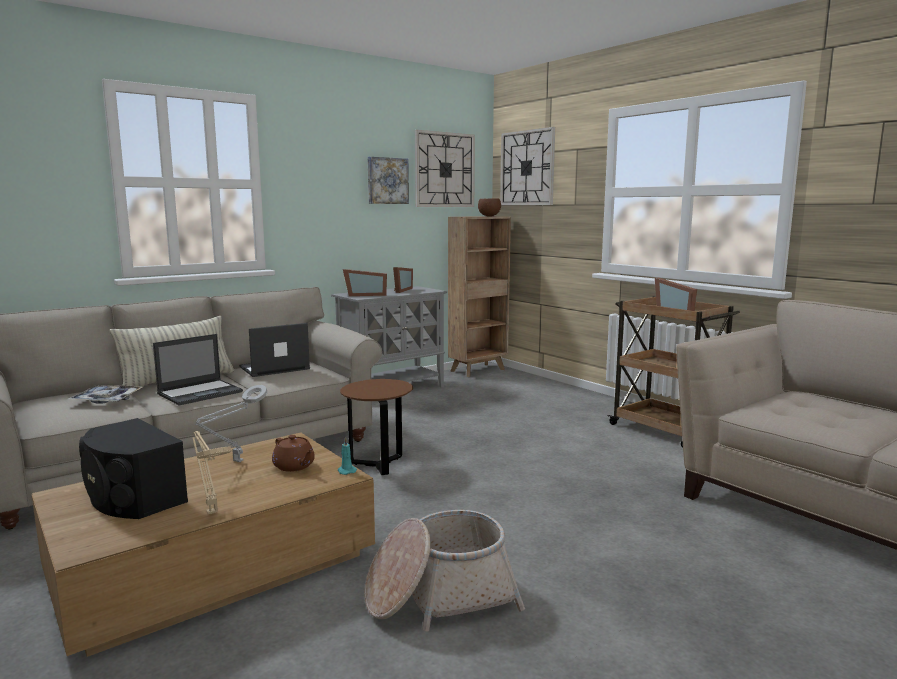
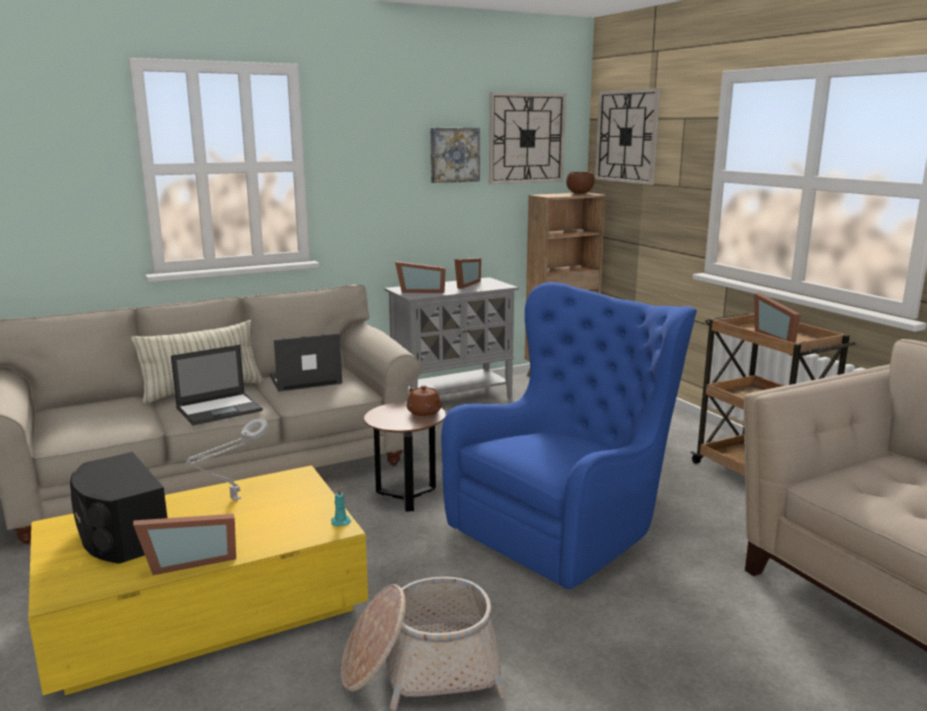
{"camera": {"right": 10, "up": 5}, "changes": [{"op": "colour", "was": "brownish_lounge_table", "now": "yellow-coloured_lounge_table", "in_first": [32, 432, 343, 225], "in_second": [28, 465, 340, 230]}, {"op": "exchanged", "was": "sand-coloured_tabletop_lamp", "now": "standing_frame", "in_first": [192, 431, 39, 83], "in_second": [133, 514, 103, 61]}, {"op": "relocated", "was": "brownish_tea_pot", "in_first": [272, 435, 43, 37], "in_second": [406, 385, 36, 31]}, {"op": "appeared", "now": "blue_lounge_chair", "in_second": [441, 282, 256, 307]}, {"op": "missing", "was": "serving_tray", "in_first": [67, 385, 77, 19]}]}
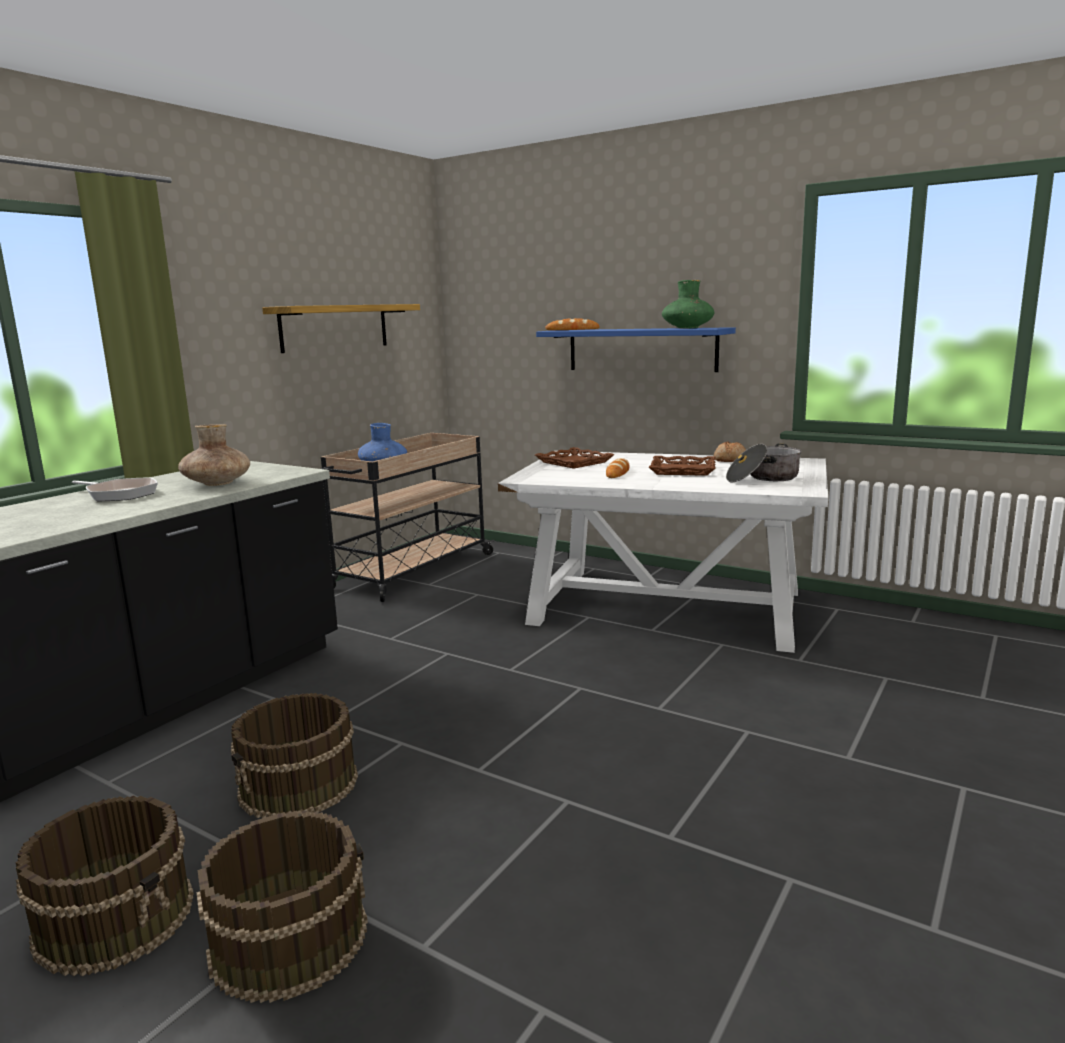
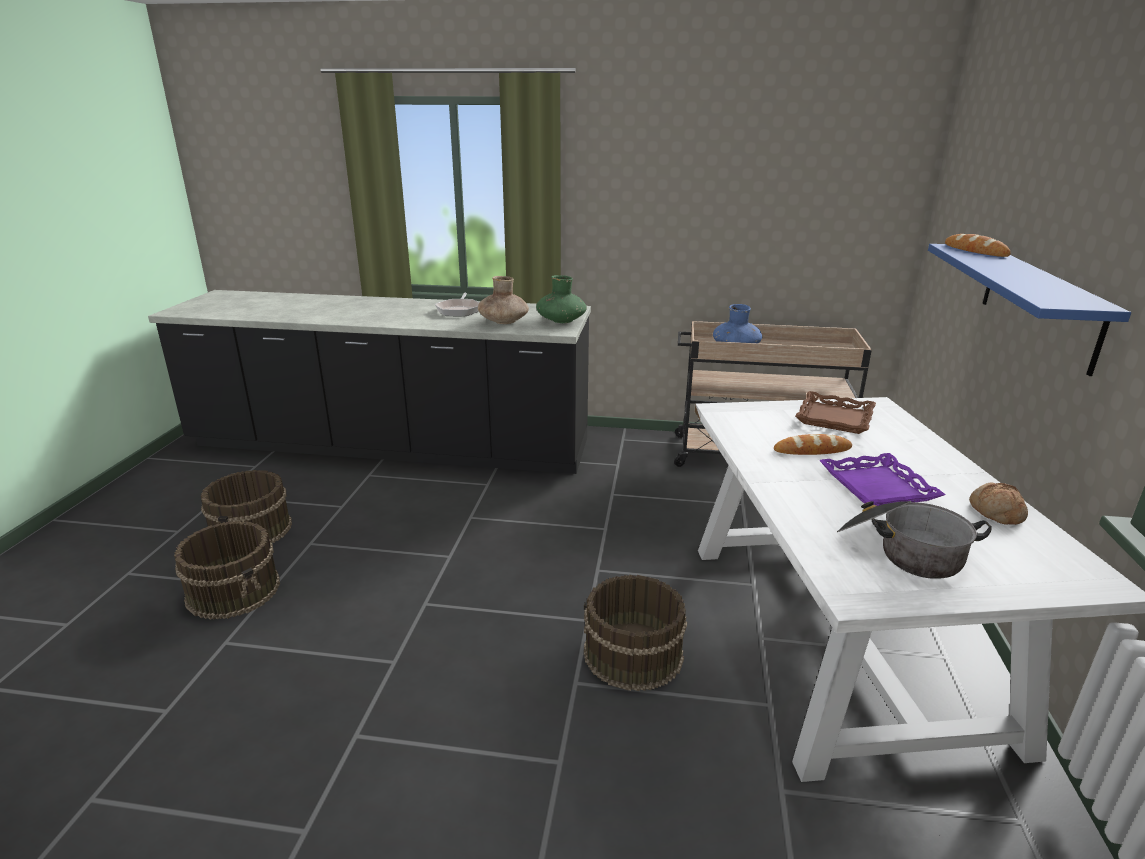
{"camera": {"right": 65, "up": 10}, "changes": [{"op": "relocated", "was": "green_decorative_vase", "in_first": [662, 280, 52, 49], "in_second": [536, 275, 51, 48]}, {"op": "relocated", "was": "brownish_bucket", "in_first": [231, 693, 127, 125], "in_second": [584, 575, 103, 116]}, {"op": "colour", "was": "brownish_serving_tray", "now": "purple-coloured_serving_tray", "in_first": [649, 456, 67, 20], "in_second": [819, 453, 127, 53]}, {"op": "missing", "was": "shelf", "in_first": [262, 304, 158, 49]}]}
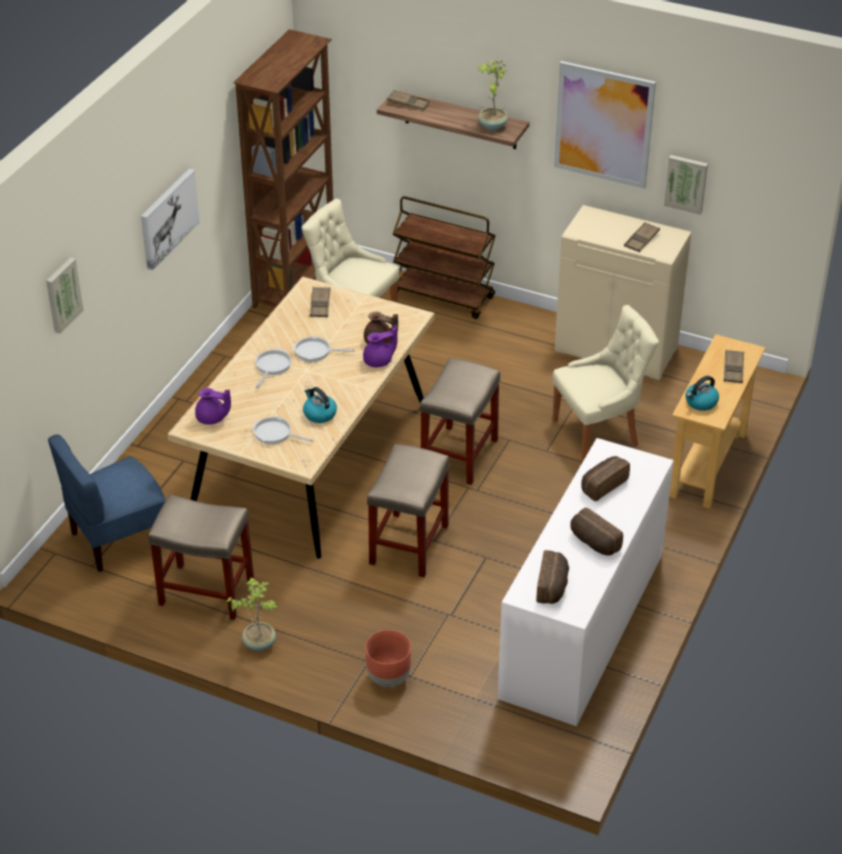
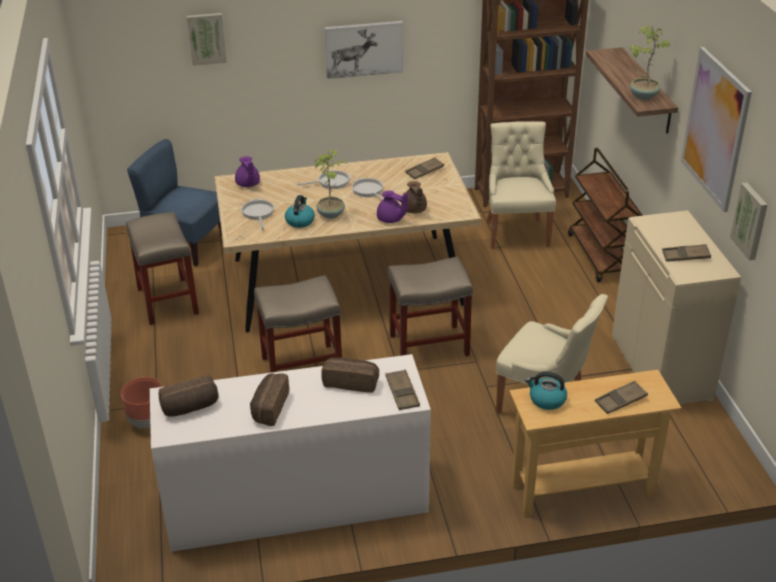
{"camera": {"right": 55, "up": -5}, "changes": [{"op": "relocated", "was": "potted_plant", "in_first": [226, 578, 52, 73], "in_second": [314, 150, 34, 69]}, {"op": "relocated", "was": "brownish_serving_tray", "in_first": [387, 90, 43, 21], "in_second": [385, 369, 35, 41]}]}
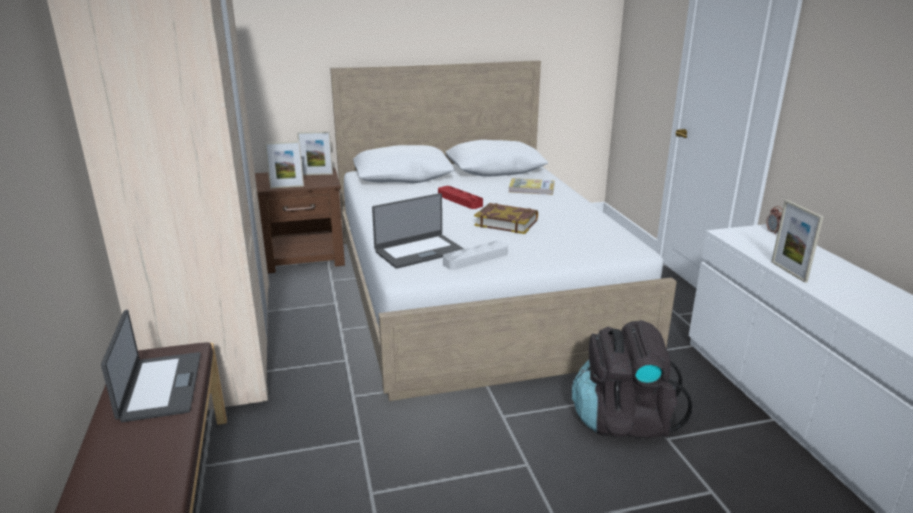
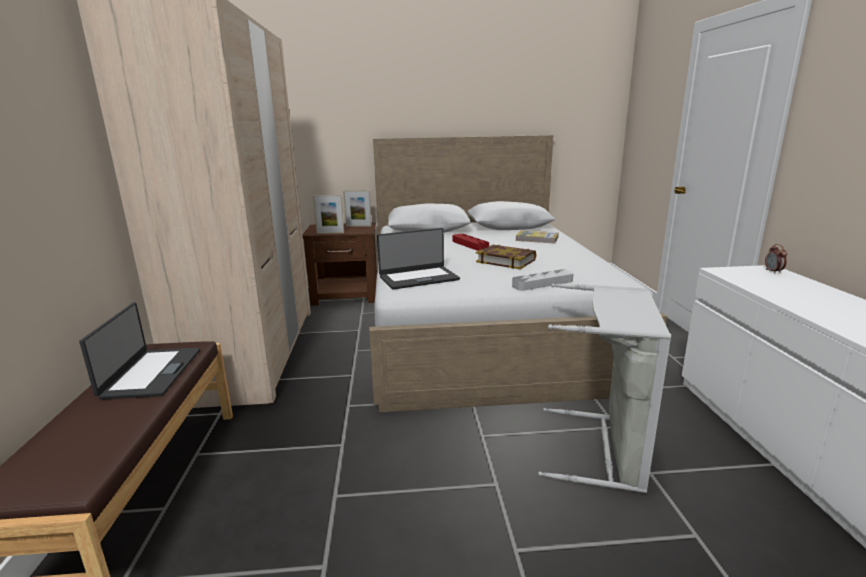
{"camera": {"right": 10, "up": -5}, "changes": [{"op": "relocated", "was": "grey_serving_tray", "in_first": [443, 241, 65, 29], "in_second": [512, 269, 61, 22]}, {"op": "exchanged", "was": "black_knapsack", "now": "grey_hamper", "in_first": [572, 320, 120, 118], "in_second": [538, 284, 133, 209]}, {"op": "missing", "was": "standing_frame", "in_first": [771, 200, 52, 83]}]}
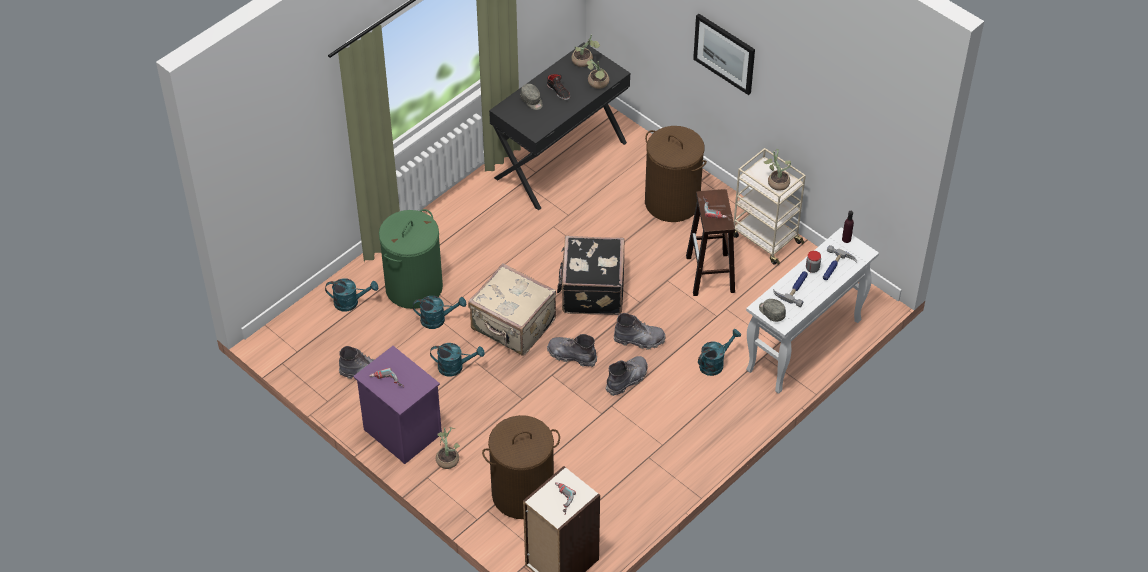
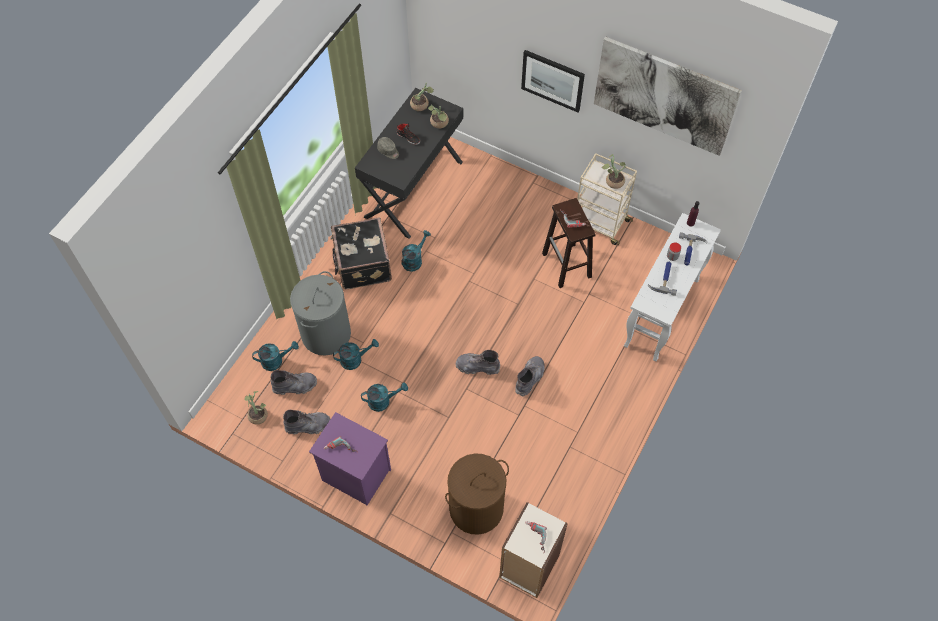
{"camera": {"right": -15, "up": 10}, "changes": [{"op": "relocated", "was": "potted_plant", "in_first": [436, 427, 24, 42], "in_second": [244, 391, 24, 34]}, {"op": "relocated", "was": "grey_tall_boot", "in_first": [614, 313, 52, 36], "in_second": [270, 370, 47, 25]}, {"op": "colour", "was": "green_hamper", "now": "grey_hamper", "in_first": [379, 209, 64, 100], "in_second": [290, 271, 61, 85]}, {"op": "relocated", "was": "black_travel_case", "in_first": [557, 236, 67, 79], "in_second": [331, 217, 61, 72]}, {"op": "relocated", "was": "blue-green_sprinkling_can", "in_first": [698, 329, 43, 47], "in_second": [401, 230, 30, 42]}, {"op": "appeared", "now": "wall_picture", "in_second": [594, 37, 148, 119]}, {"op": "missing", "was": "sand-coloured_travel_case", "in_first": [468, 263, 88, 93]}, {"op": "missing", "was": "brownish_hamper", "in_first": [645, 126, 62, 96]}, {"op": "missing", "was": "grey_peaked_cap", "in_first": [759, 299, 27, 23]}]}
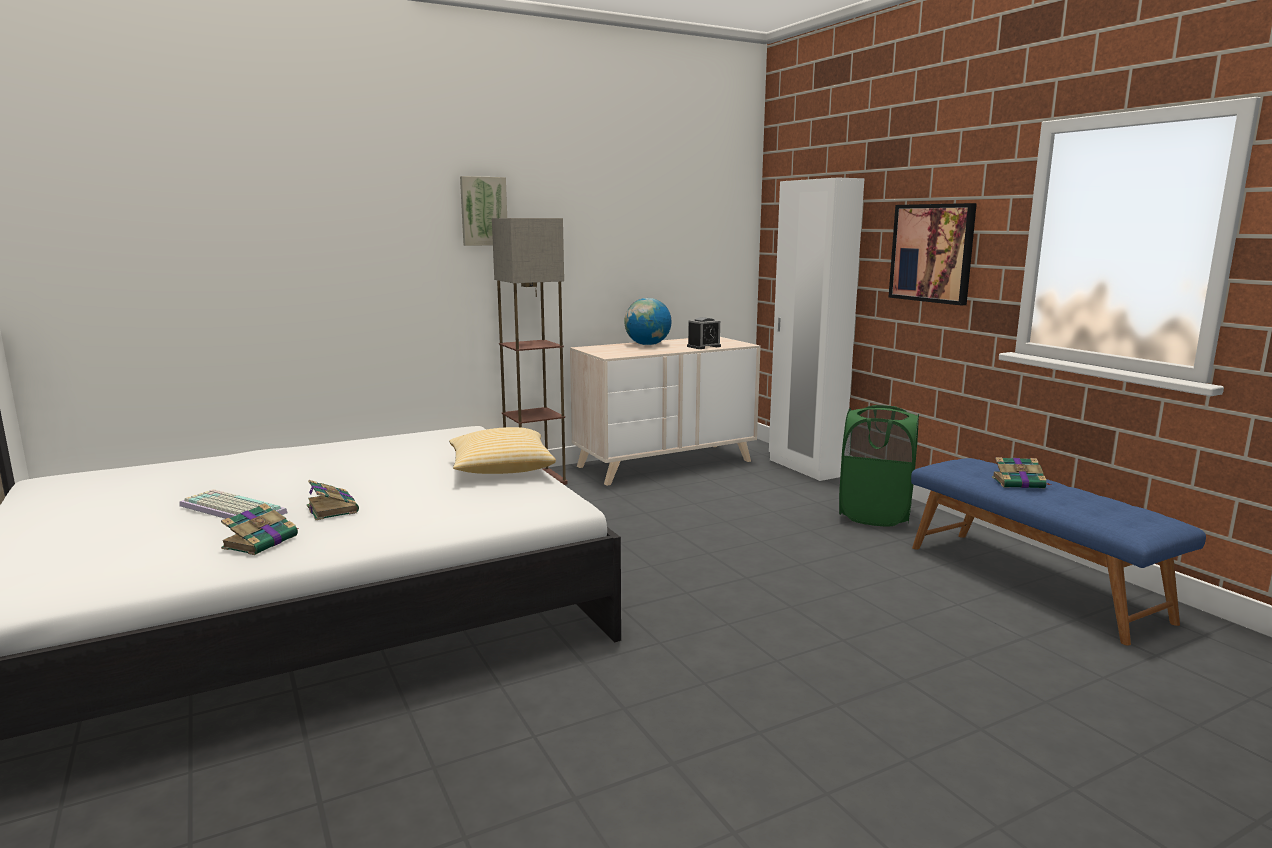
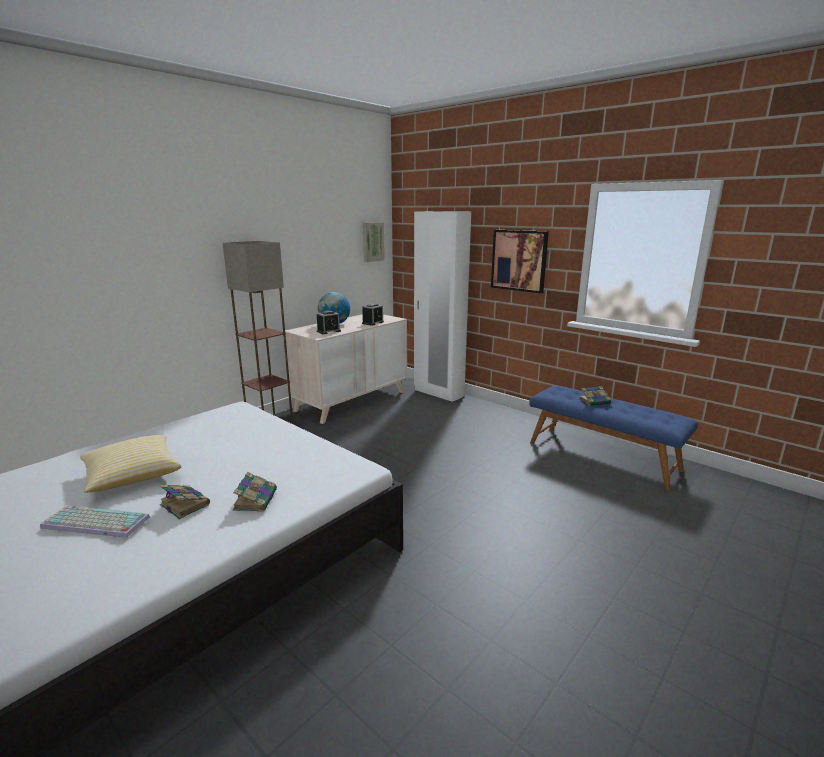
{"camera": {"right": -20, "up": 5}, "changes": [{"op": "relocated", "was": "cushion", "in_first": [449, 427, 107, 47], "in_second": [80, 435, 101, 58]}, {"op": "relocated", "was": "bound_book", "in_first": [221, 503, 78, 52], "in_second": [233, 472, 44, 40]}, {"op": "appeared", "now": "table_clock", "in_second": [317, 311, 24, 23]}, {"op": "relocated", "was": "wall_picture", "in_first": [460, 176, 47, 70], "in_second": [363, 222, 22, 40]}, {"op": "missing", "was": "green_hamper", "in_first": [839, 405, 80, 121]}]}
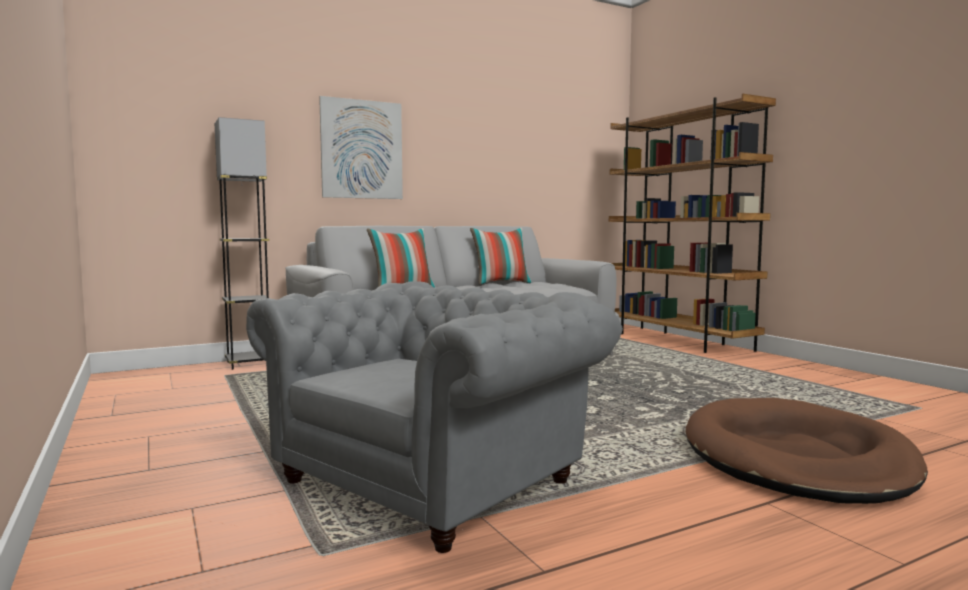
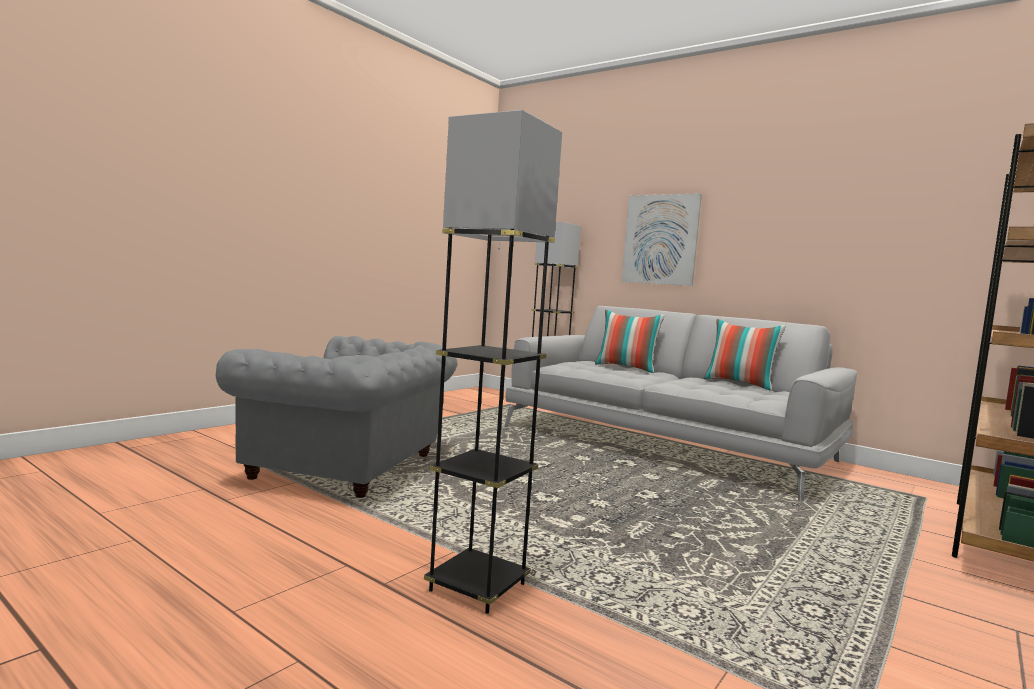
{"camera": {"right": 65, "up": 0}, "changes": [{"op": "exchanged", "was": "brownish_pet_bed", "now": "grey_standing_lamp", "in_first": [686, 398, 242, 106], "in_second": [424, 110, 138, 504]}]}
